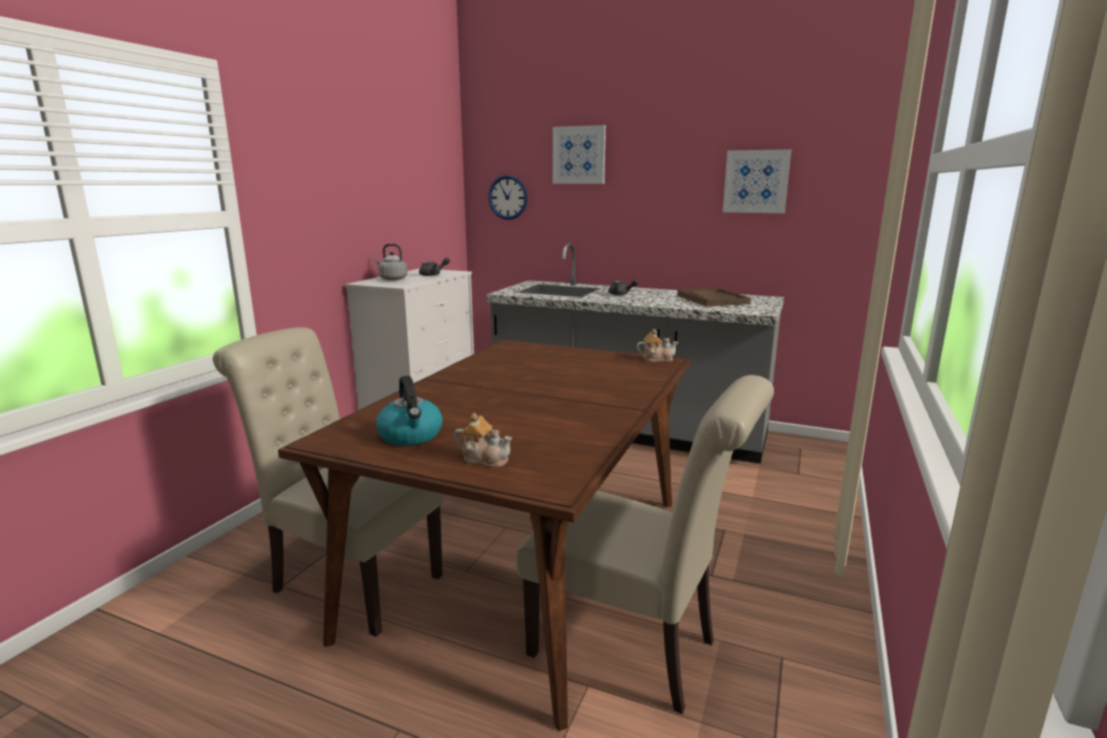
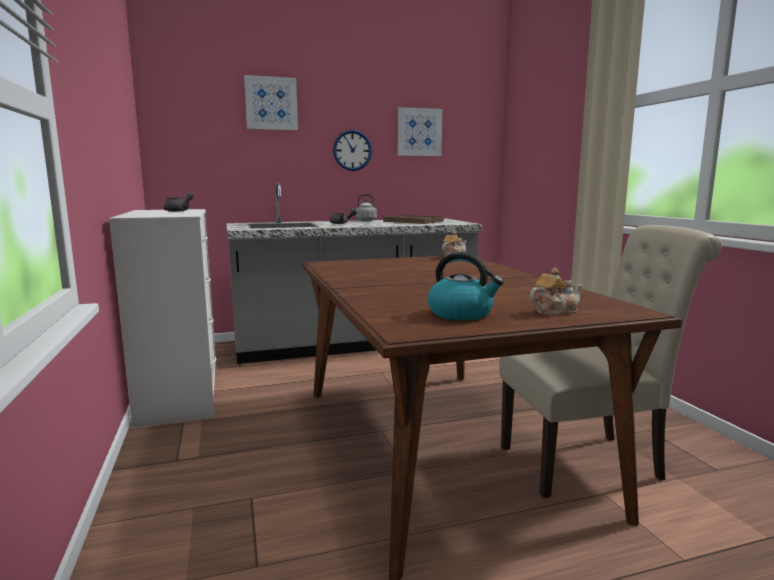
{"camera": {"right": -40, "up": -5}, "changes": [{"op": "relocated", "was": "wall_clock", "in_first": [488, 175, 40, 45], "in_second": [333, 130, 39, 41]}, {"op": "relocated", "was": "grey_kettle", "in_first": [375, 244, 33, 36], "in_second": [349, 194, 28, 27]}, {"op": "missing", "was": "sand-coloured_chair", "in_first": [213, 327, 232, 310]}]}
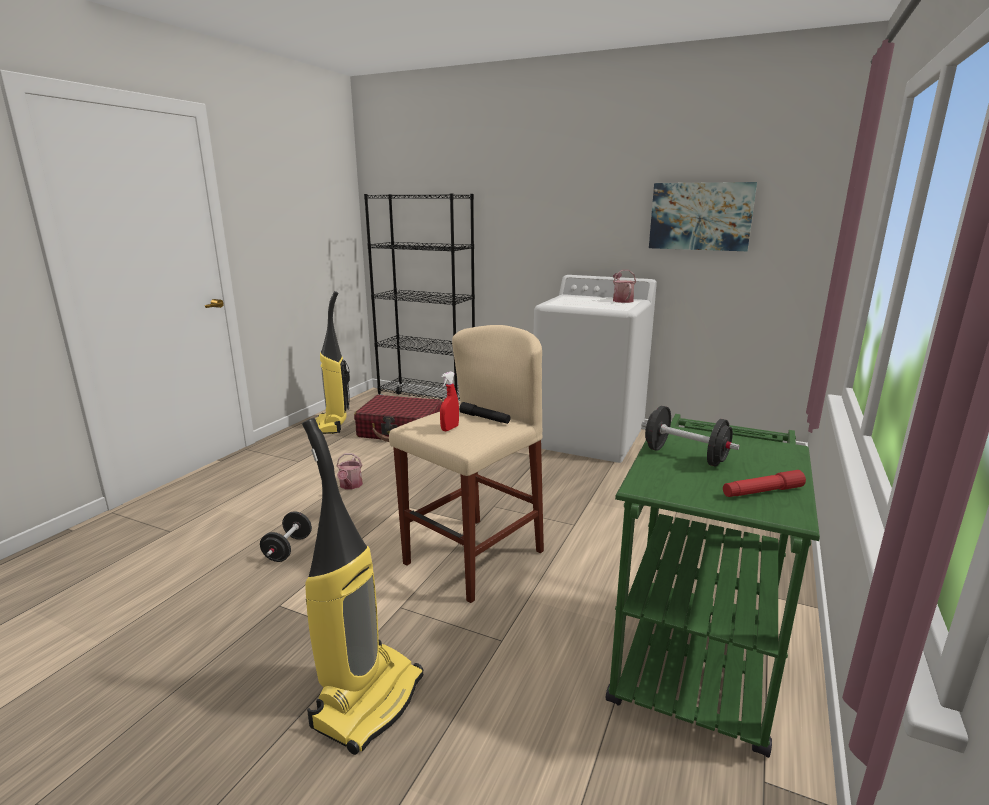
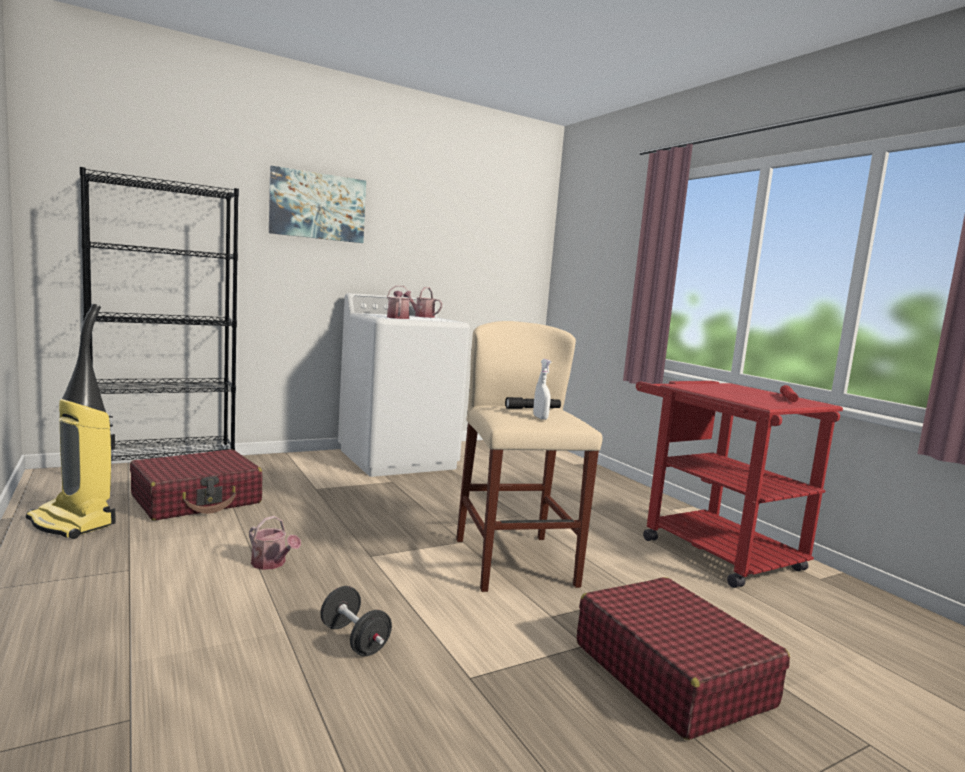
{"camera": {"right": -55, "up": -10}, "changes": [{"op": "relocated", "was": "wall_picture", "in_first": [649, 182, 108, 69], "in_second": [269, 166, 97, 77]}, {"op": "appeared", "now": "sprinkling_can", "in_second": [387, 285, 24, 34]}, {"op": "colour", "was": "reddish_hand_sprayer", "now": "white_hand_sprayer", "in_first": [440, 371, 19, 60], "in_second": [533, 359, 18, 61]}, {"op": "exchanged", "was": "vacuum", "now": "reddish_travel_case", "in_first": [302, 418, 121, 337], "in_second": [577, 577, 213, 163]}, {"op": "colour", "was": "green_wheeled_cart", "now": "reddish_wheeled_cart", "in_first": [606, 414, 214, 344], "in_second": [636, 381, 207, 207]}, {"op": "missing", "was": "black_dumbbell", "in_first": [641, 406, 99, 60]}]}
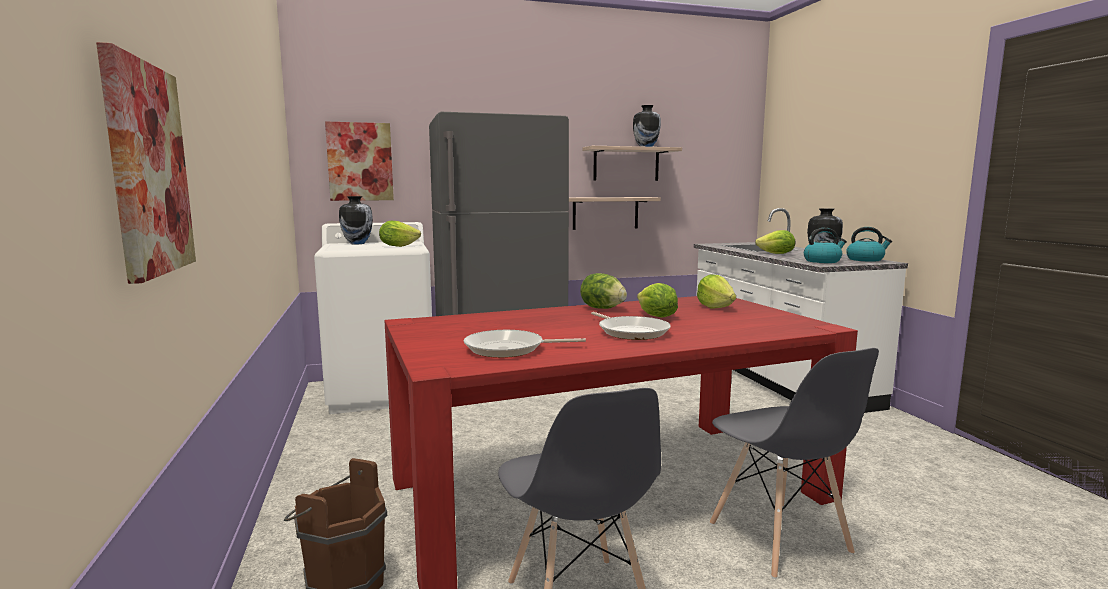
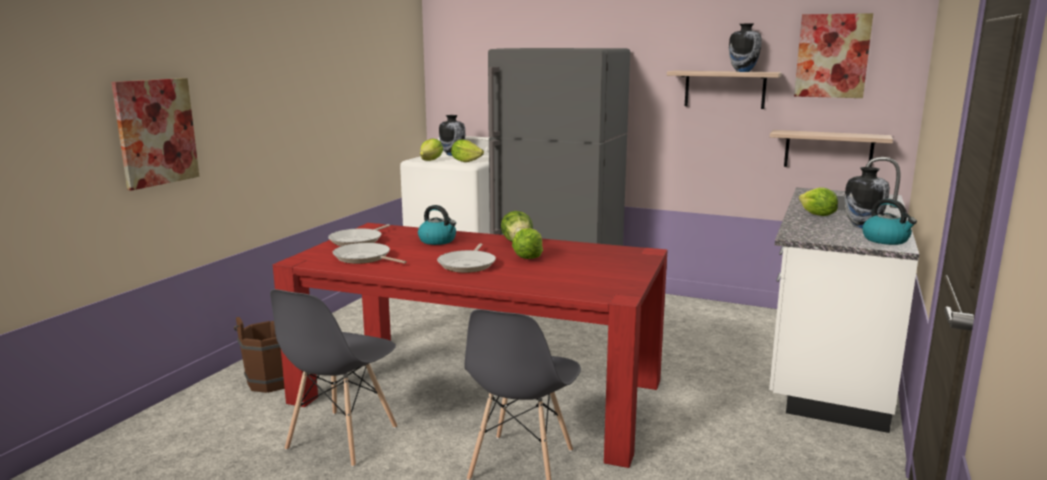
{"camera": {"right": 40, "up": 5}, "changes": [{"op": "appeared", "now": "skillet", "in_second": [328, 224, 62, 22]}, {"op": "relocated", "was": "kettle", "in_first": [804, 228, 43, 35], "in_second": [418, 205, 38, 40]}, {"op": "relocated", "was": "head_of_lettuce", "in_first": [697, 274, 39, 34], "in_second": [420, 138, 23, 23]}, {"op": "relocated", "was": "shelf", "in_first": [569, 197, 92, 33], "in_second": [770, 130, 123, 37]}, {"op": "relocated", "was": "wall_picture", "in_first": [325, 121, 69, 80], "in_second": [794, 13, 79, 85]}]}
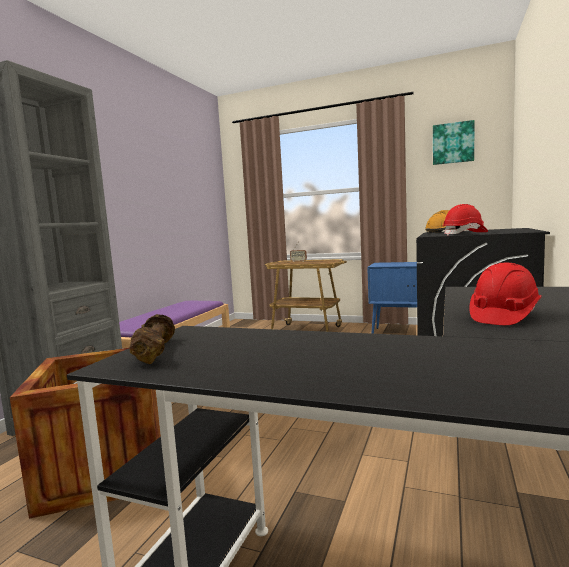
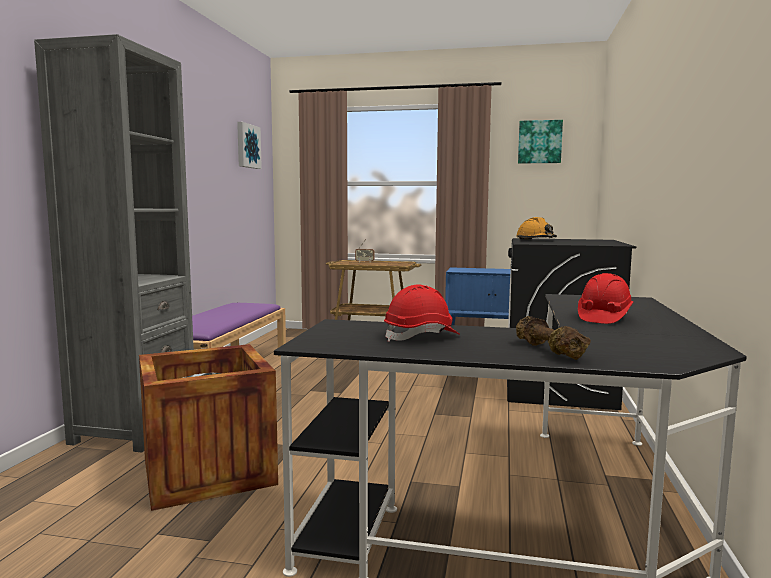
{"camera": {"right": -10, "up": 0}, "changes": [{"op": "appeared", "now": "wall_picture", "in_second": [237, 122, 25, 47]}, {"op": "relocated", "was": "reddish_hard_hat", "in_first": [443, 204, 45, 32], "in_second": [384, 285, 76, 57]}, {"op": "relocated", "was": "brownish_dumbbell", "in_first": [129, 314, 46, 50], "in_second": [516, 316, 75, 44]}]}
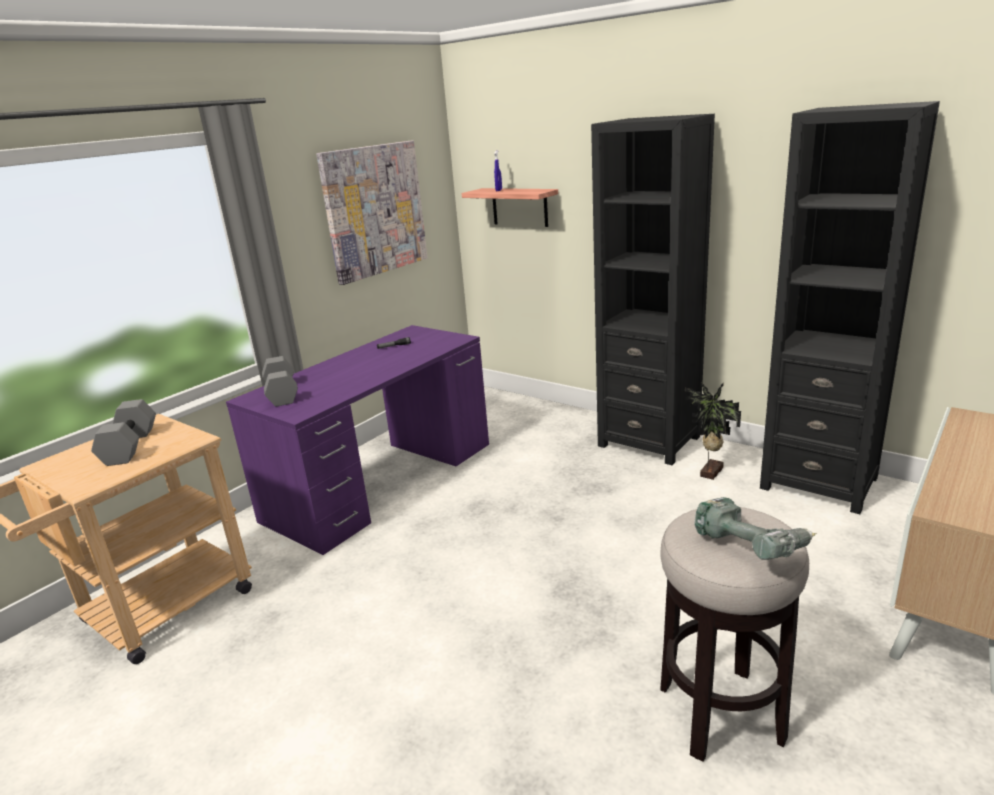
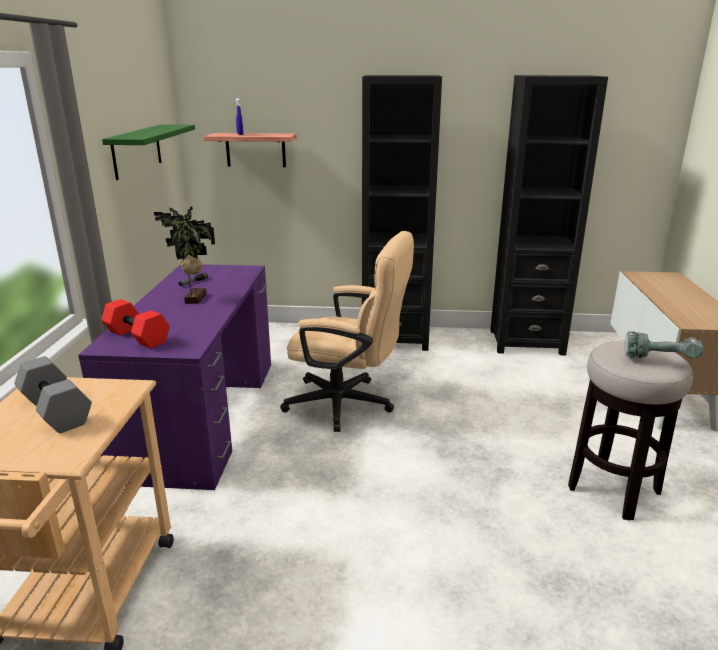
{"camera": {"right": -35, "up": 0}, "changes": [{"op": "colour", "was": "grey_dumbbell", "now": "reddish_dumbbell", "in_first": [262, 356, 36, 51], "in_second": [101, 299, 69, 49]}, {"op": "exchanged", "was": "wall_picture", "now": "green_shelf", "in_first": [316, 141, 112, 144], "in_second": [102, 124, 93, 56]}, {"op": "relocated", "was": "potted_plant", "in_first": [685, 382, 56, 98], "in_second": [154, 206, 61, 98]}, {"op": "appeared", "now": "sand-coloured_computer_chair", "in_second": [280, 231, 134, 201]}]}
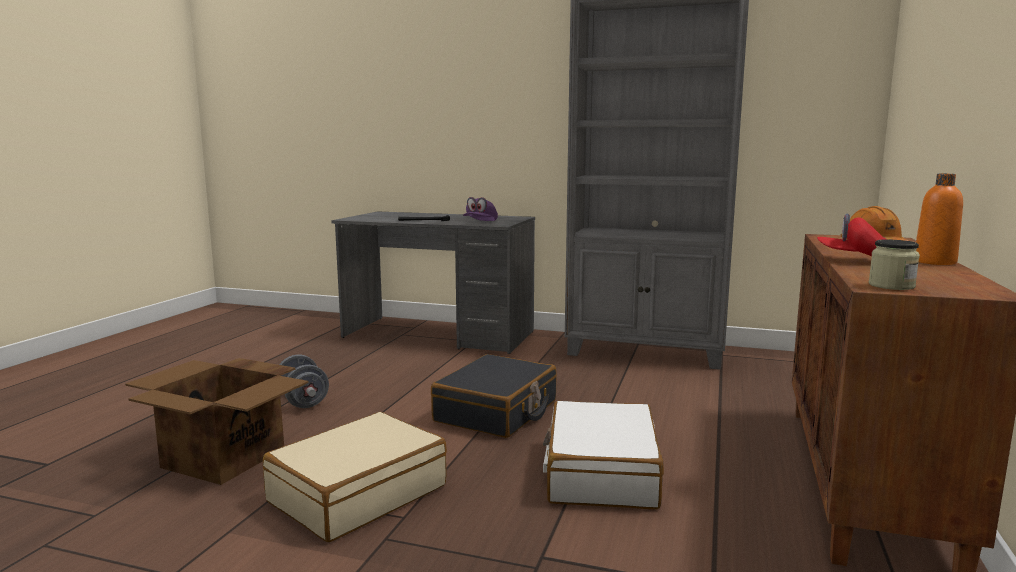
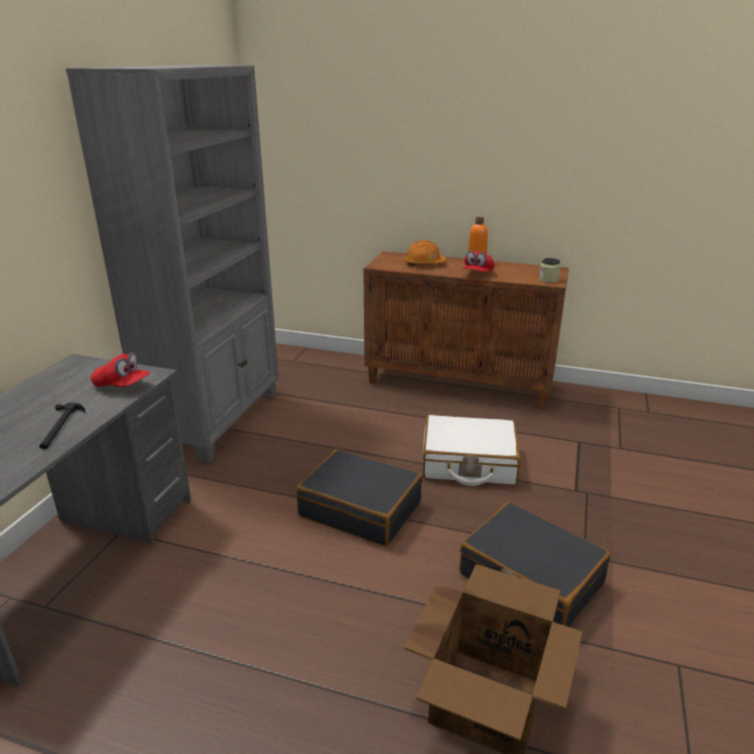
{"camera": {"right": -90, "up": 15}, "changes": [{"op": "colour", "was": "purple-coloured_peaked_cap", "now": "reddish_peaked_cap", "in_first": [463, 197, 35, 24], "in_second": [91, 352, 60, 35]}, {"op": "colour", "was": "sand-coloured_travel_case", "now": "black_travel_case", "in_first": [263, 412, 184, 130], "in_second": [459, 502, 152, 125]}, {"op": "missing", "was": "grey_dumbbell", "in_first": [279, 355, 50, 53]}]}
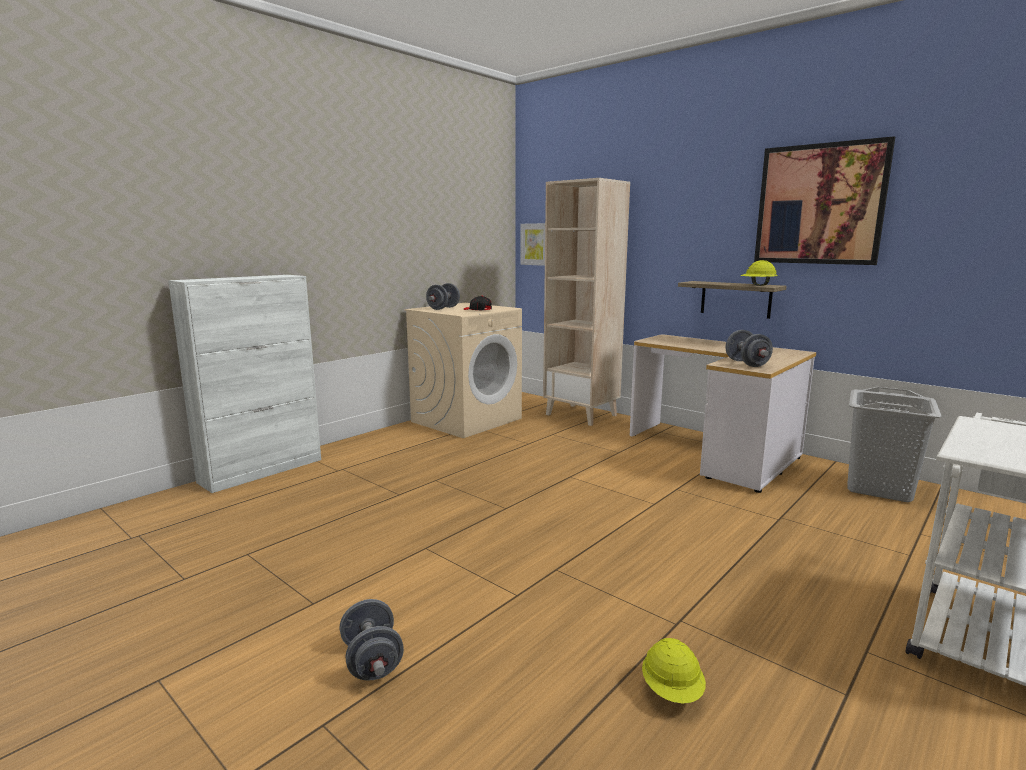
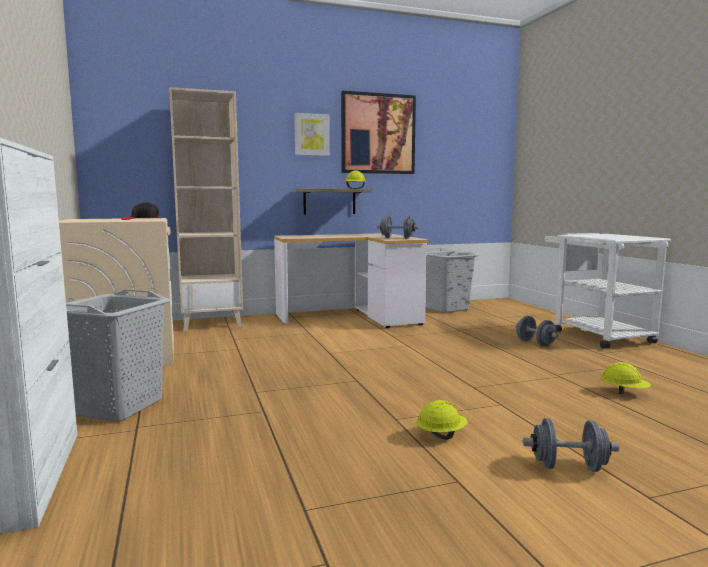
{"camera": {"right": -60, "up": -5}, "changes": [{"op": "appeared", "now": "grey_hamper", "in_second": [66, 289, 105, 133]}, {"op": "relocated", "was": "wall_picture", "in_first": [520, 223, 25, 43], "in_second": [294, 113, 36, 43]}, {"op": "appeared", "now": "yellow-coloured_hard_hat", "in_second": [416, 400, 52, 40]}, {"op": "relocated", "was": "grey_dumbbell", "in_first": [426, 283, 34, 27], "in_second": [515, 316, 43, 31]}]}
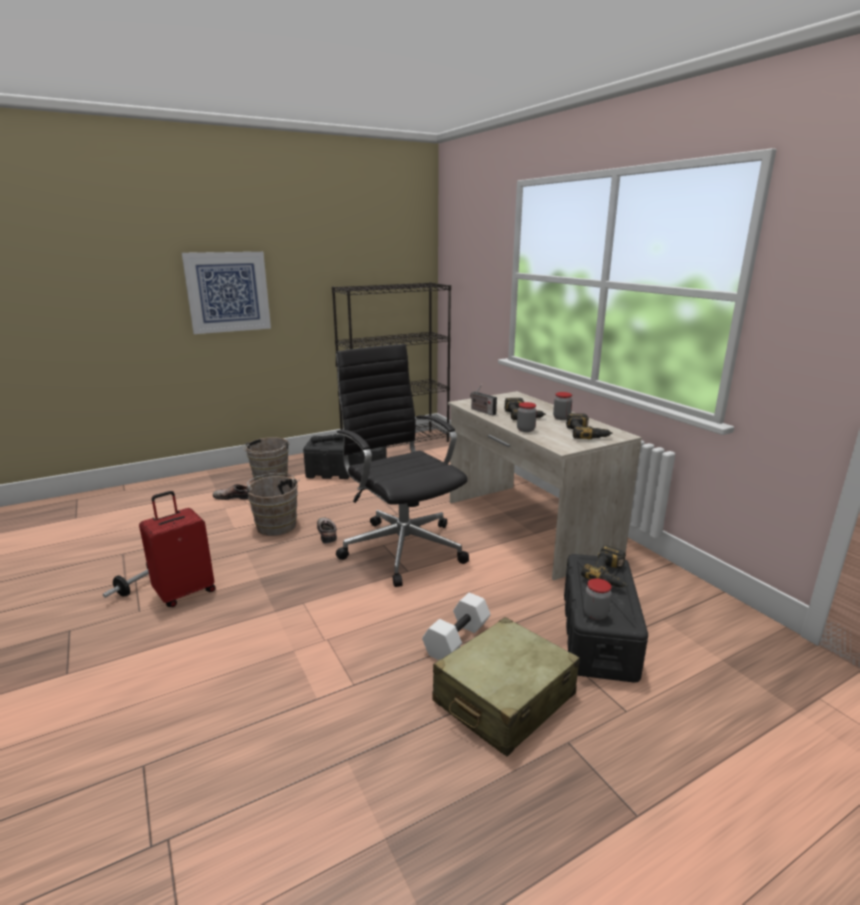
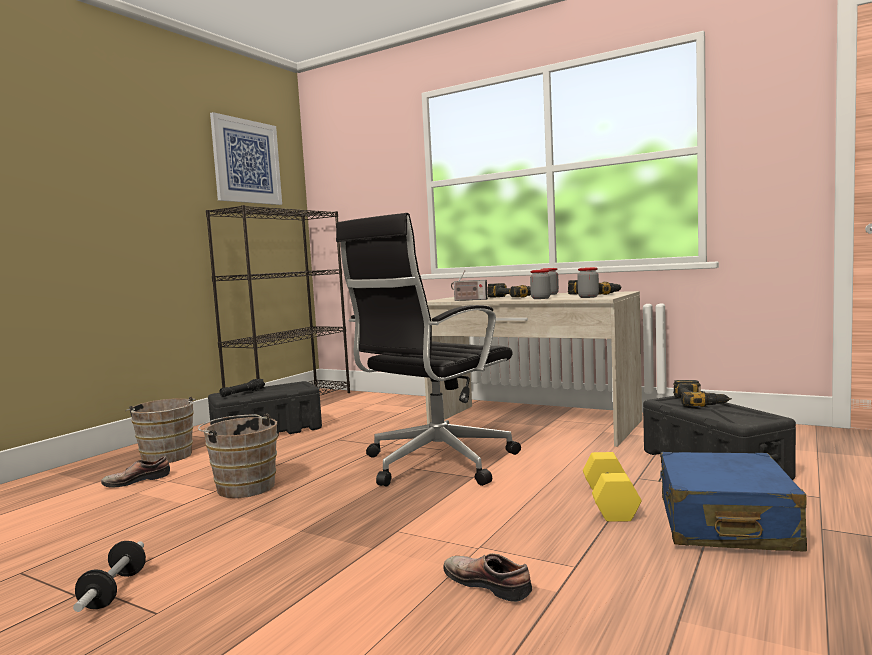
{"camera": {"right": -30, "up": -15}, "changes": [{"op": "relocated", "was": "wall_picture", "in_first": [182, 252, 89, 82], "in_second": [210, 112, 72, 93]}, {"op": "spun", "was": "black_computer_chair", "in_first": [336, 344, 133, 243], "in_second": [336, 213, 185, 273], "clockwise": -75}, {"op": "relocated", "was": "shoe", "in_first": [317, 517, 20, 26], "in_second": [443, 553, 89, 49]}, {"op": "relocated", "was": "preserve_jar", "in_first": [584, 578, 27, 42], "in_second": [577, 267, 22, 31]}, {"op": "colour", "was": "white_dumbbell", "now": "yellow-coloured_dumbbell", "in_first": [422, 593, 69, 67], "in_second": [583, 452, 58, 70]}, {"op": "colour", "was": "sand-coloured_travel_case", "now": "blue_travel_case", "in_first": [432, 617, 147, 140], "in_second": [658, 452, 149, 99]}, {"op": "missing", "was": "reddish_travel_case", "in_first": [139, 491, 77, 116]}]}
